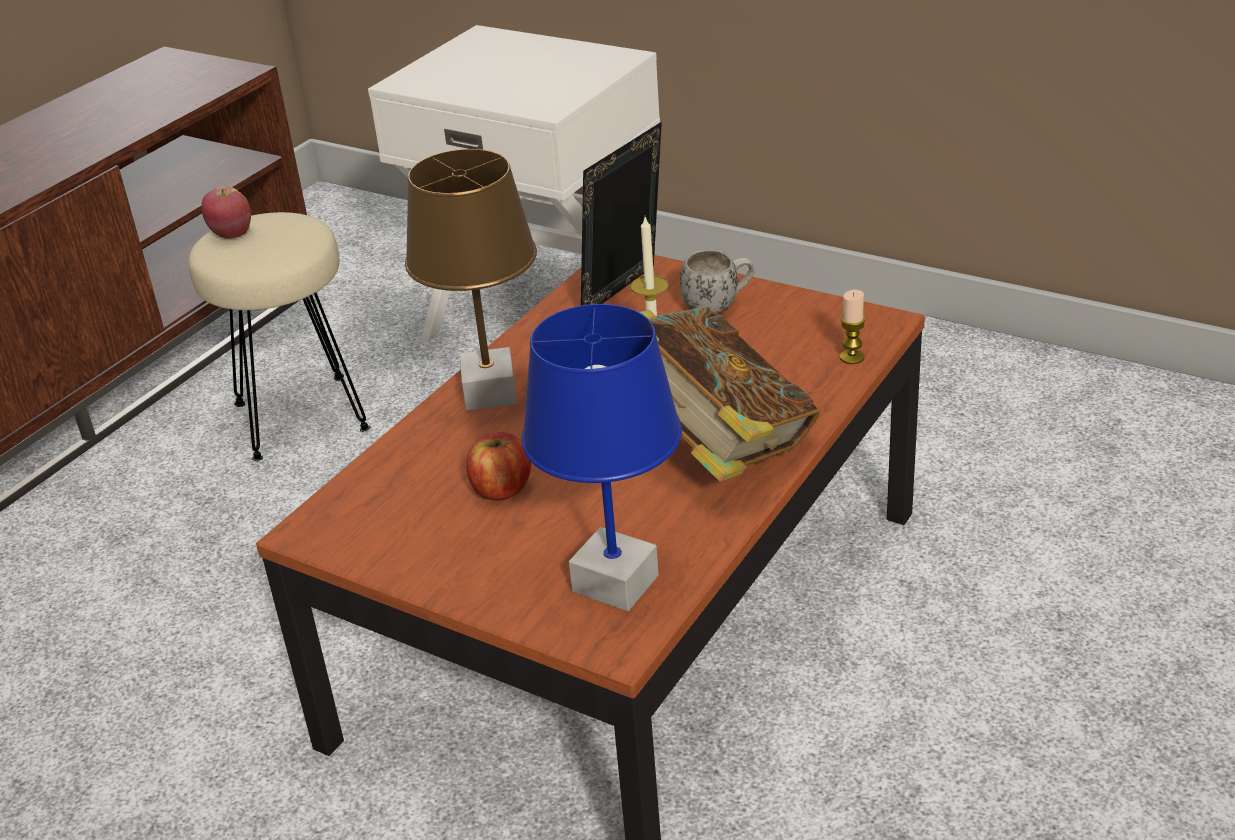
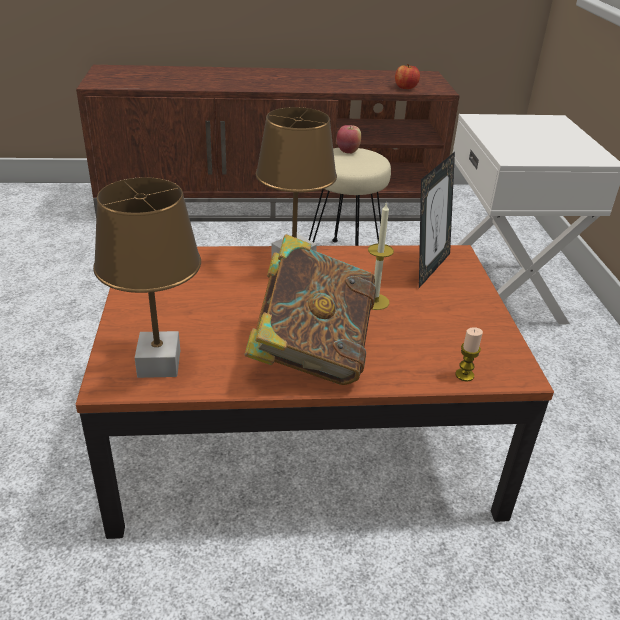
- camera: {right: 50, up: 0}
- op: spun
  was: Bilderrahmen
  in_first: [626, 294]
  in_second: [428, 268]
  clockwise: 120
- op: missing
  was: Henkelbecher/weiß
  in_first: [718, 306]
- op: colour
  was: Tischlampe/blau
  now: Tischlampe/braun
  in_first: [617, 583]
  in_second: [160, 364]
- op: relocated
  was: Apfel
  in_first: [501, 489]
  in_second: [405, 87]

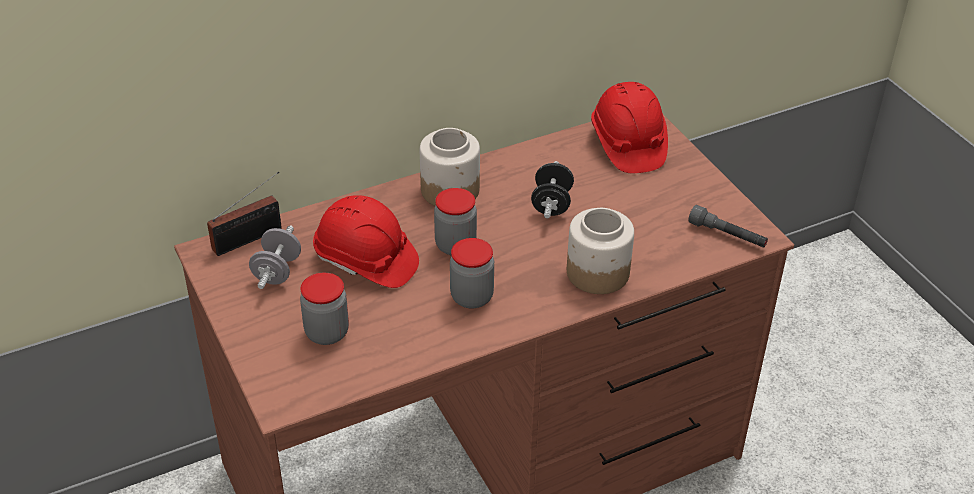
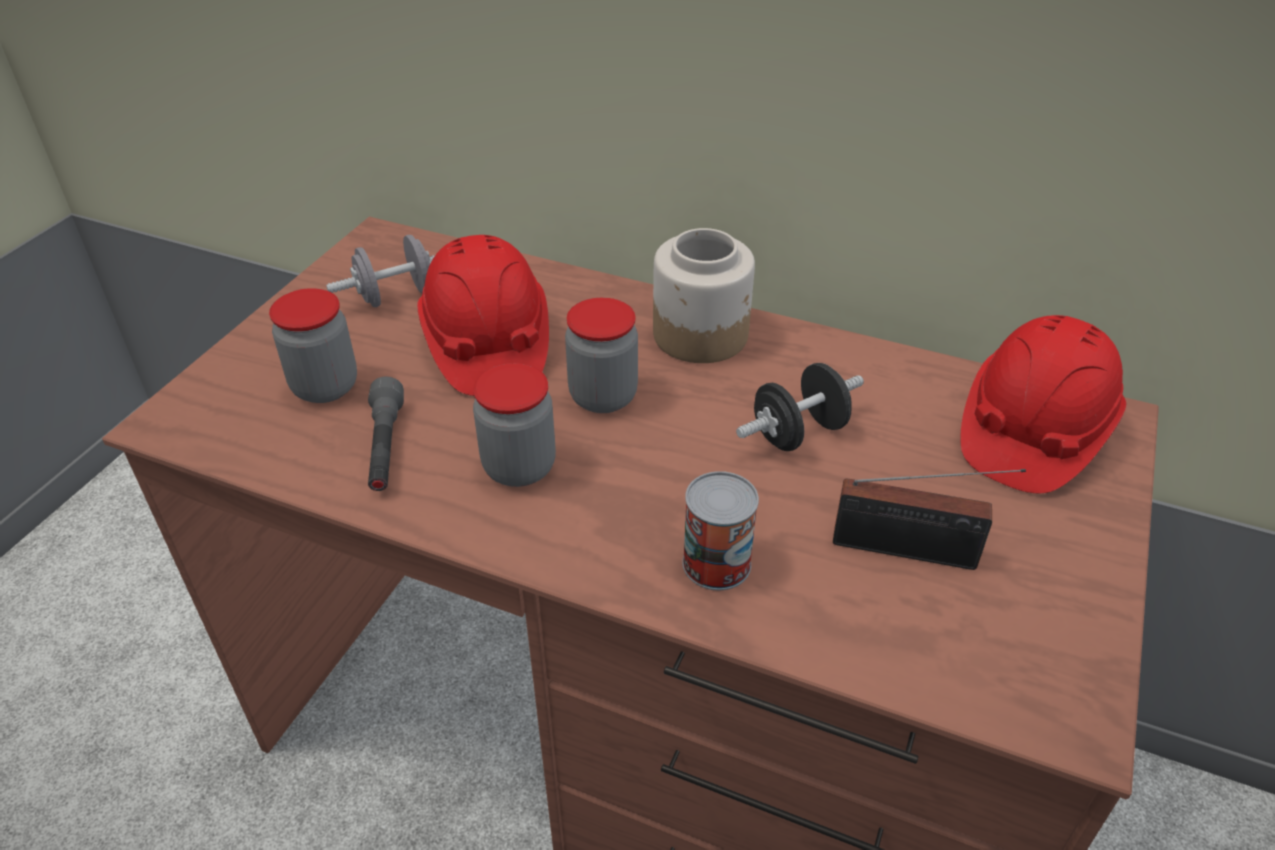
- camera: {right: 50, up: 0}
- op: relocated
  was: Radio
  in_first: [251, 238]
  in_second: [912, 551]
- op: relocated
  was: Taschenlampe/grau
  in_first: [727, 235]
  in_second: [385, 447]
- op: exchanged
  was: Vorratsglas
  now: Dose
  in_first: [597, 273]
  in_second: [716, 563]

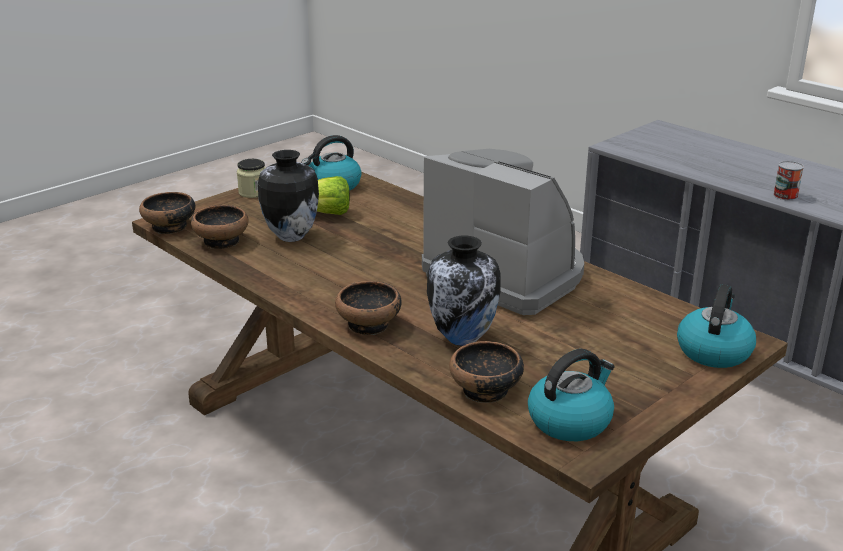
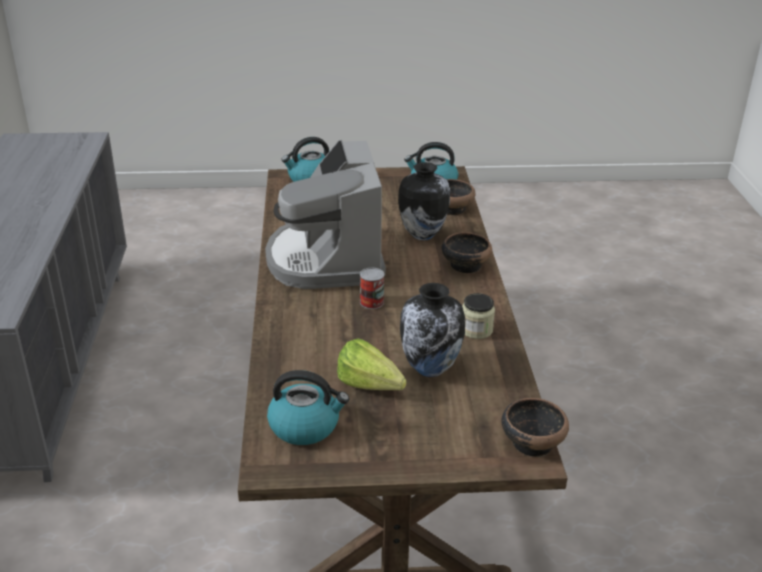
- camera: {right: -140, up: 5}
- op: relocated
  was: Vorratsglas
  in_first: [253, 192]
  in_second: [476, 330]
- op: relocated
  was: Dose
  in_first: [785, 196]
  in_second: [371, 302]
- op: missing
  was: Schüssel
  in_first: [222, 241]

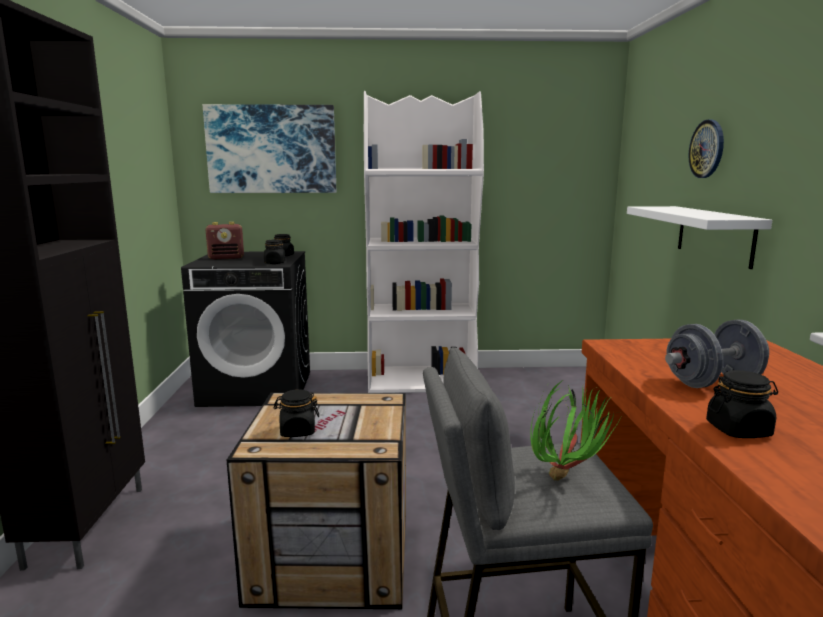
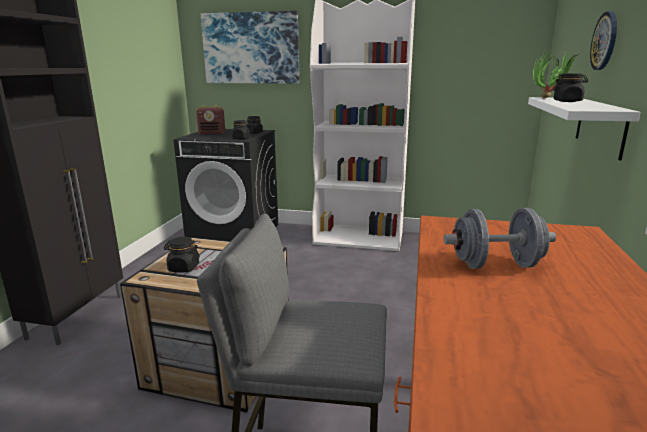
- camera: {right: 15, up: 5}
- op: relocated
  was: Vorratsglas/schwarz
  in_first: [738, 430]
  in_second: [567, 101]
- op: relocated
  was: Topfpflanze
  in_first: [568, 477]
  in_second: [550, 98]

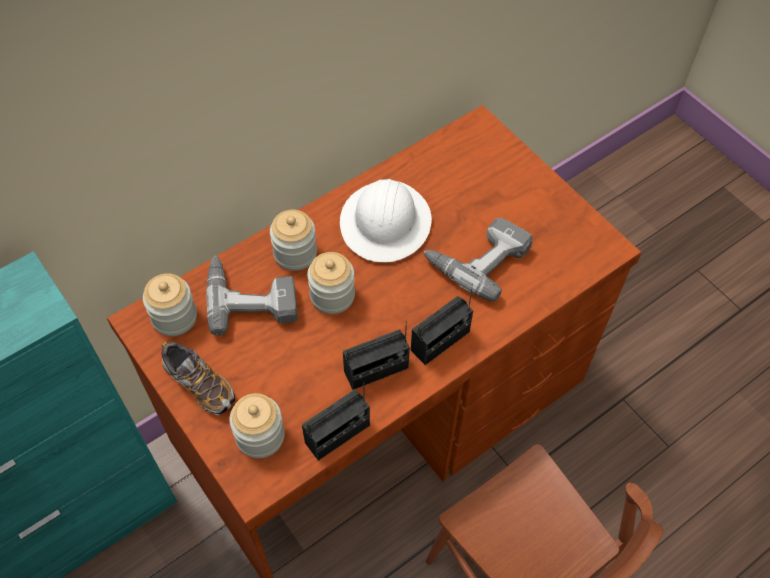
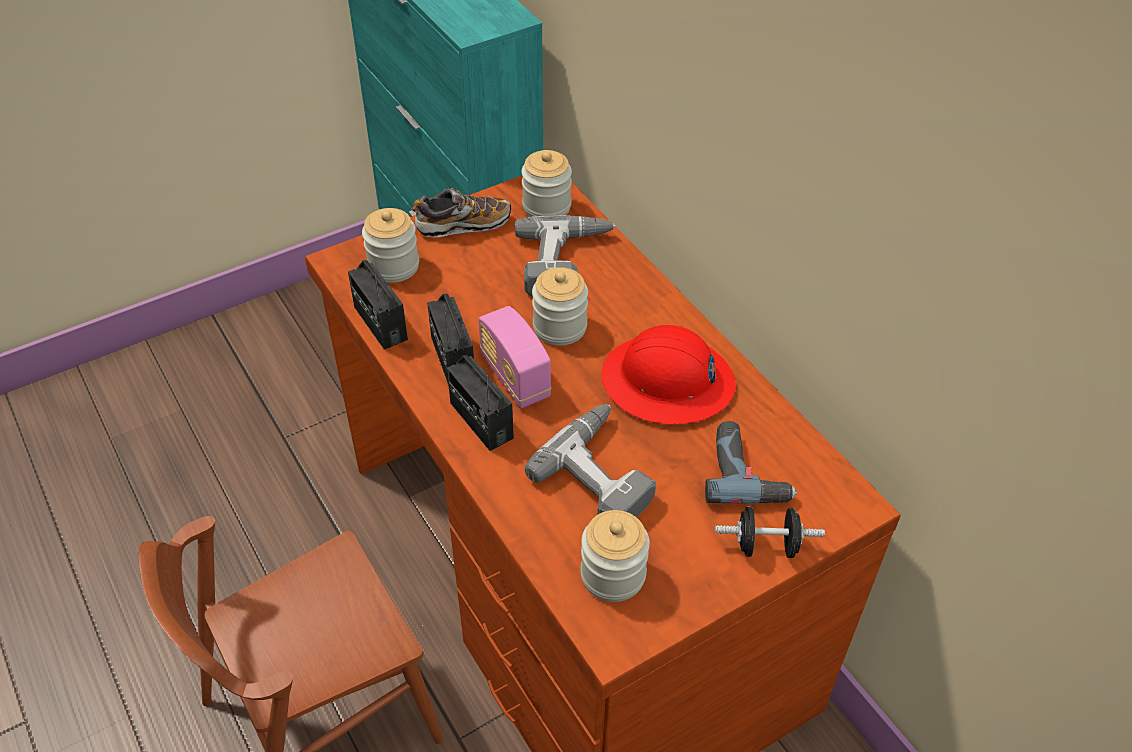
- camera: {right: 95, up: -10}
- op: colour
  was: Schutzhelm/weiß
  now: Schutzhelm/rot
  in_first: [386, 223]
  in_second: [667, 382]
- op: relocated
  was: Vorratsglas
  in_first: [295, 253]
  in_second: [613, 575]
- op: spun
  was: Schuh
  in_first: [199, 384]
  in_second: [463, 225]
  clockwise: -150
- op: appeared
  now: Radio
  in_second: [515, 377]
- op: appeared
  now: Bohrmaschine
  in_second: [746, 471]
- op: appeared
  now: Hantel/schwarz
  in_second: [766, 546]

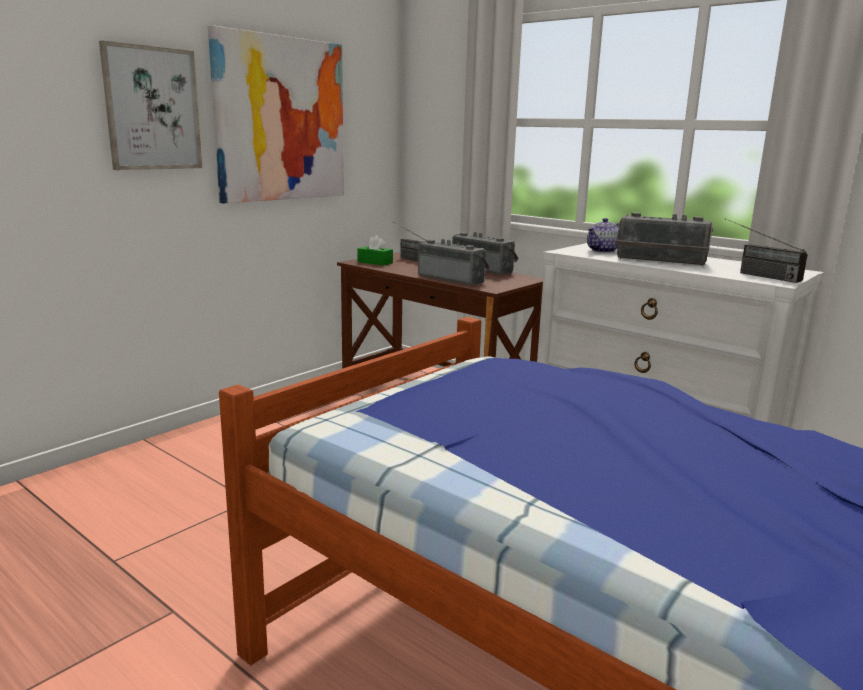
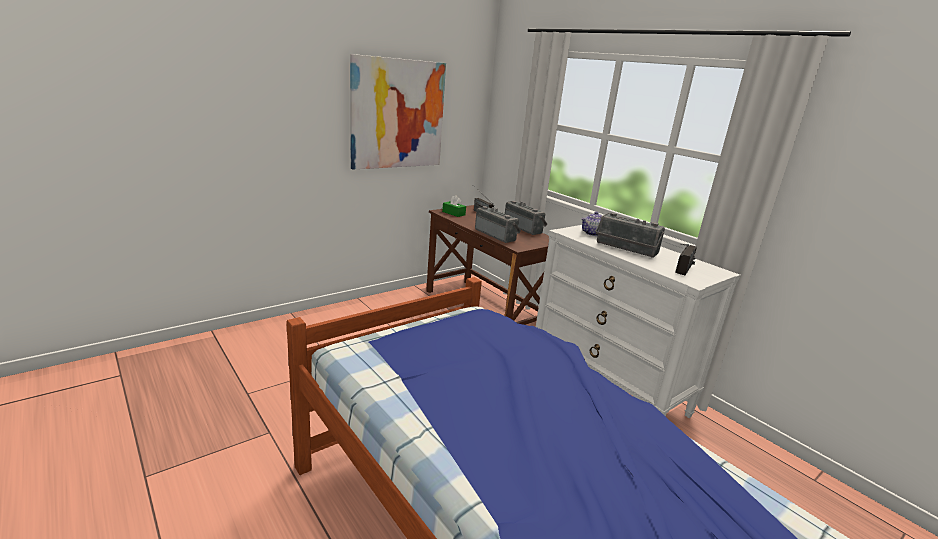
- camera: {right: 10, up: 5}
- op: missing
  was: Bild
  in_first: [152, 109]
- op: spun
  was: Radio
  in_first: [754, 274]
  in_second: [683, 272]
  clockwise: -120

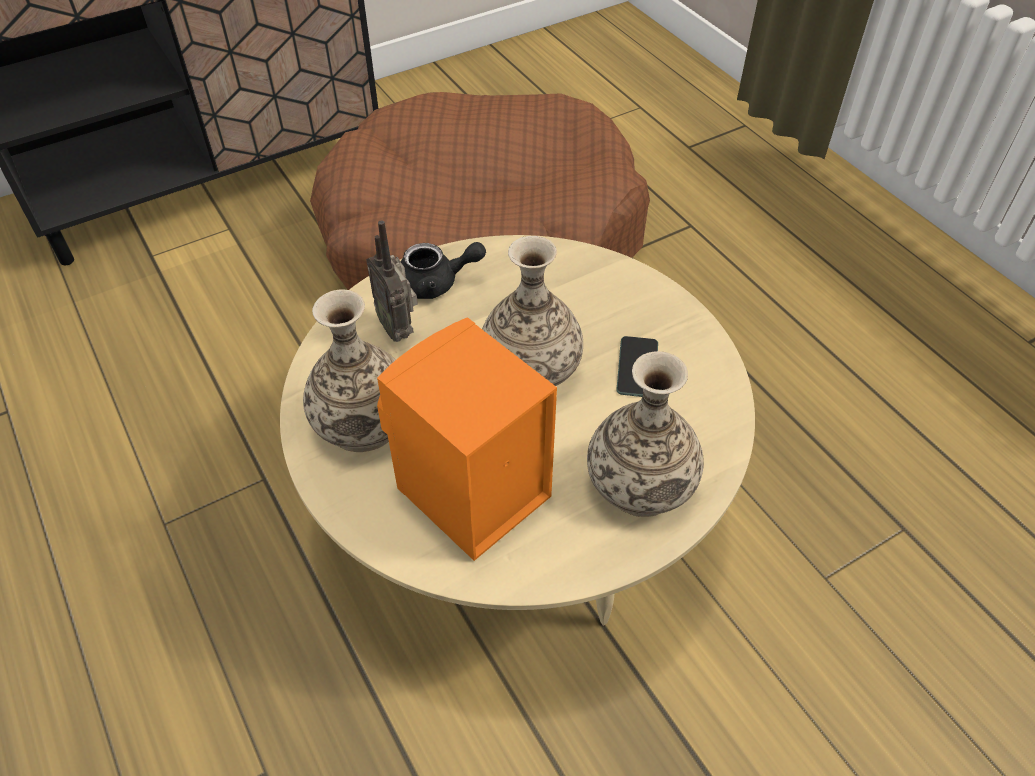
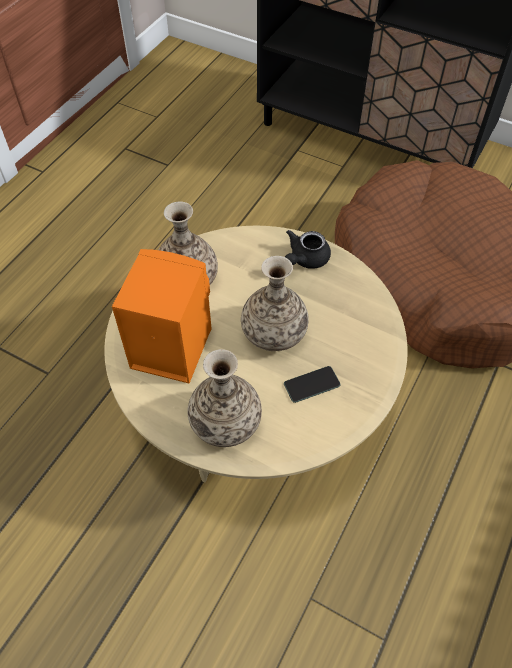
- camera: {right: 60, up: 5}
- op: missing
  was: Radio
  in_first: [398, 328]
- op: spun
  was: Teekanne/schwarz
  in_first: [436, 283]
  in_second: [305, 259]
  clockwise: 75

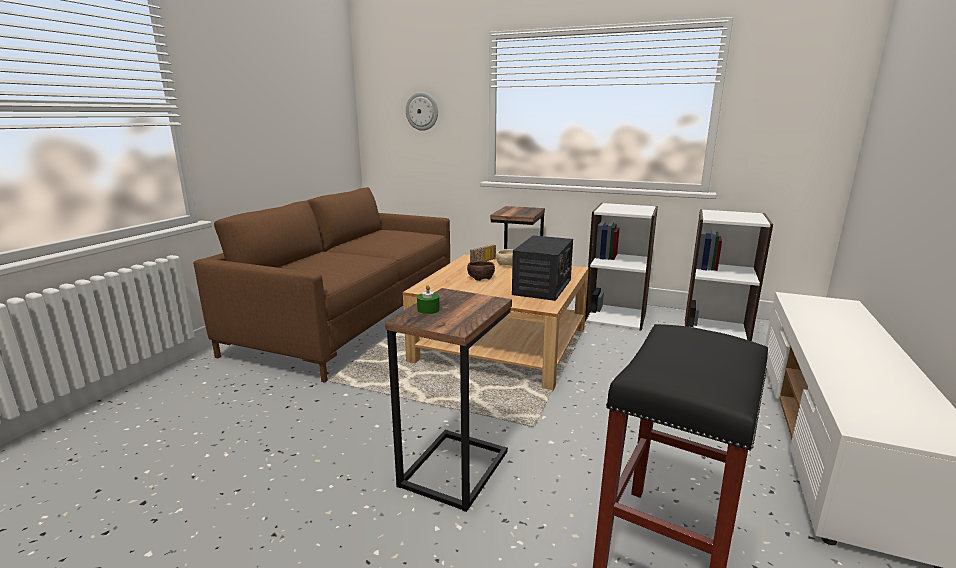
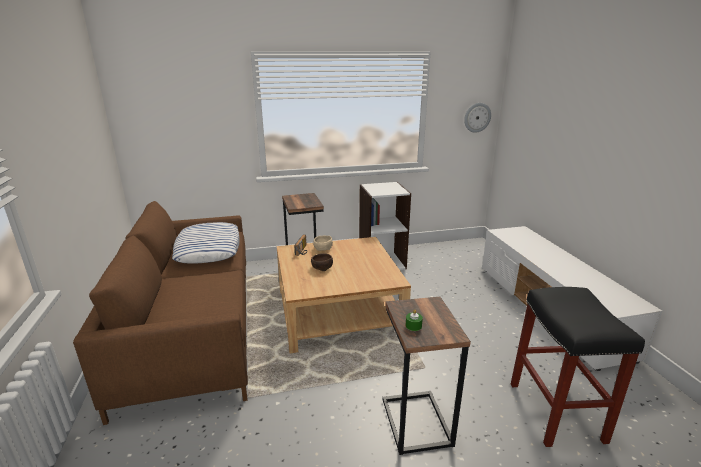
- camera: {right: -35, up: 5}
- op: relocated
  was: Wanduhr
  in_first: [422, 111]
  in_second: [477, 117]
- op: missing
  was: Bücherregal/weiß
  in_first: [715, 331]
- op: missing
  was: Radio
  in_first: [542, 287]
- op: appeared
  now: Kissen
  in_second: [208, 248]

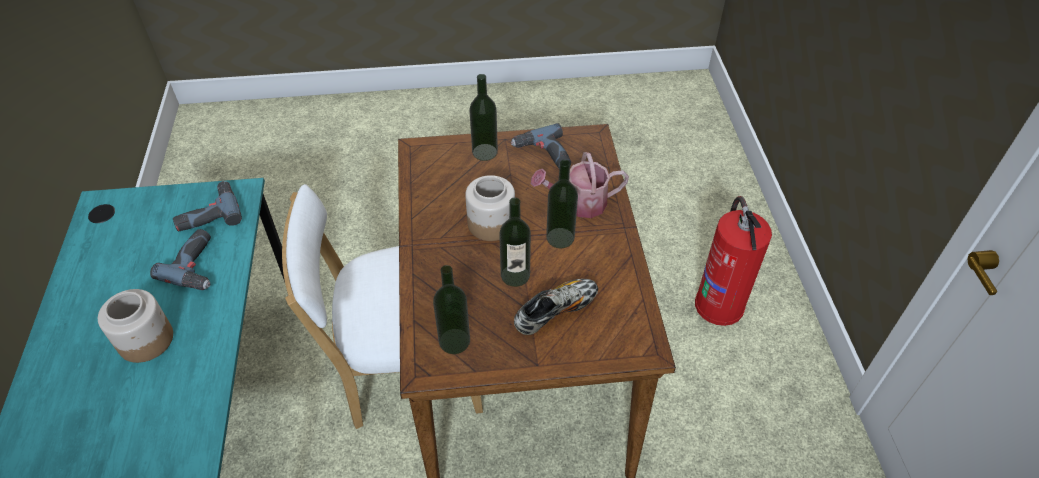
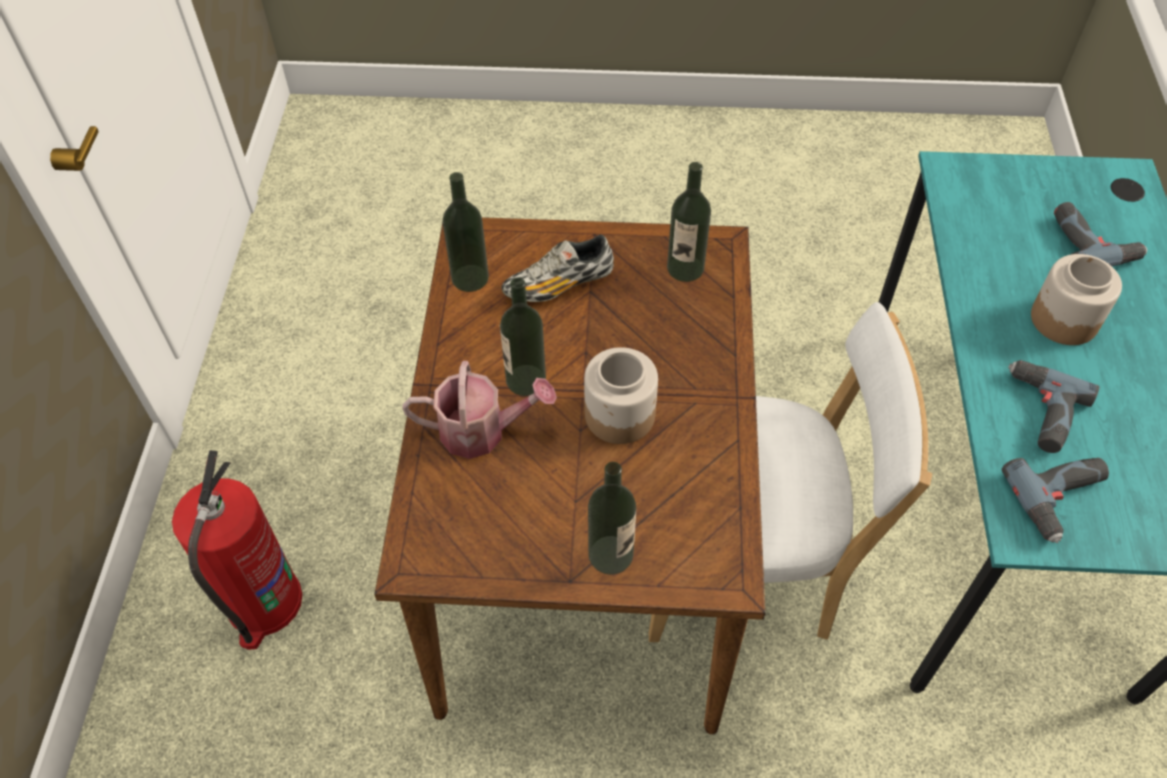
- camera: {right: -170, up: 5}
- op: relocated
  was: Bohrmaschine
  in_first: [543, 155]
  in_second: [1091, 242]
- op: relocated
  was: Flasche
  in_first: [515, 275]
  in_second: [470, 278]

